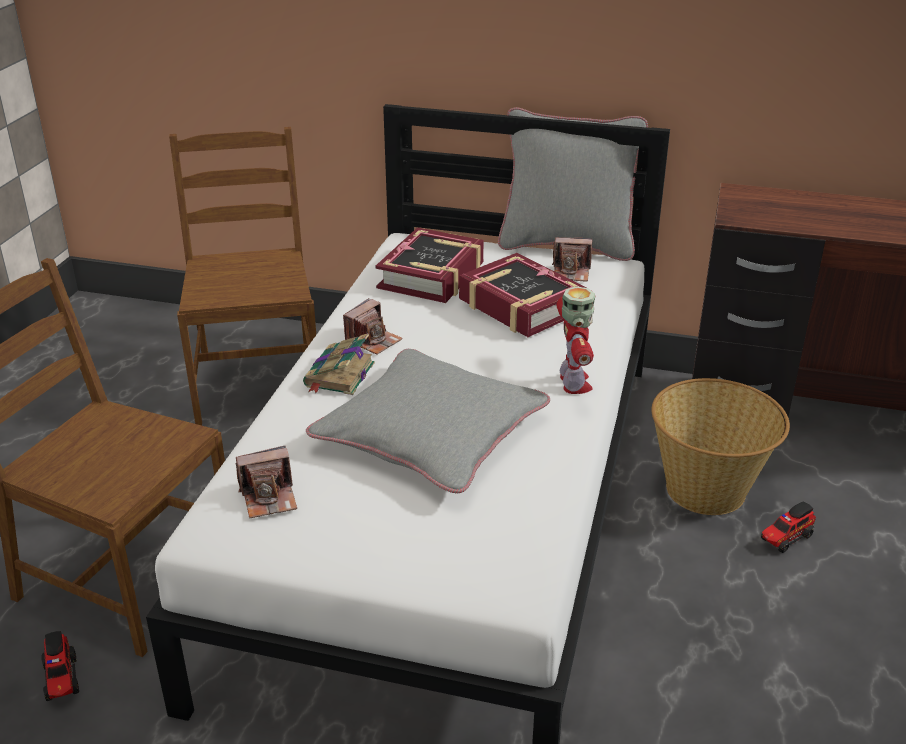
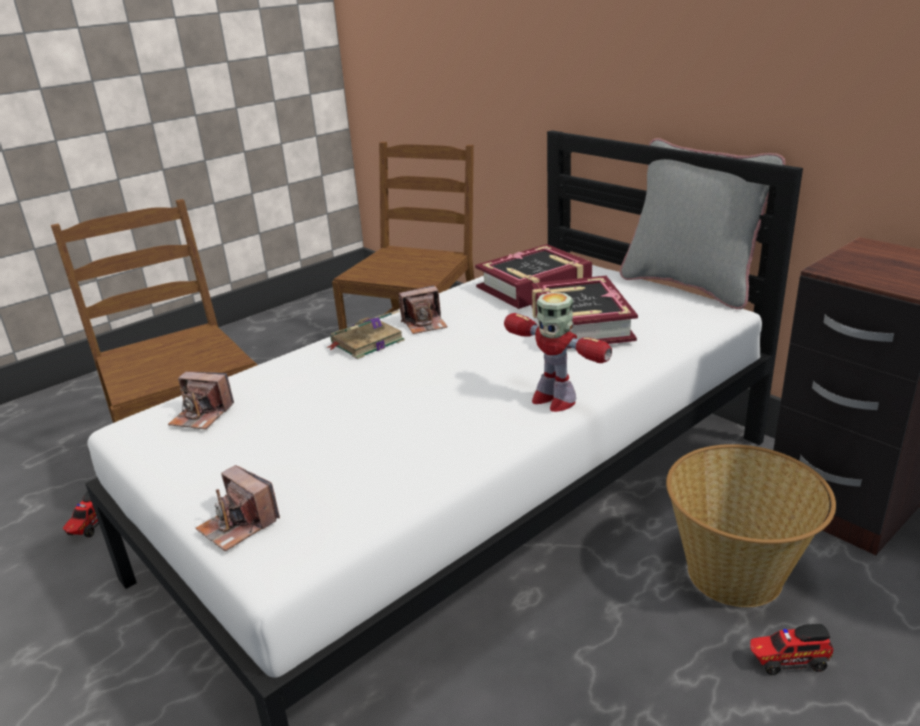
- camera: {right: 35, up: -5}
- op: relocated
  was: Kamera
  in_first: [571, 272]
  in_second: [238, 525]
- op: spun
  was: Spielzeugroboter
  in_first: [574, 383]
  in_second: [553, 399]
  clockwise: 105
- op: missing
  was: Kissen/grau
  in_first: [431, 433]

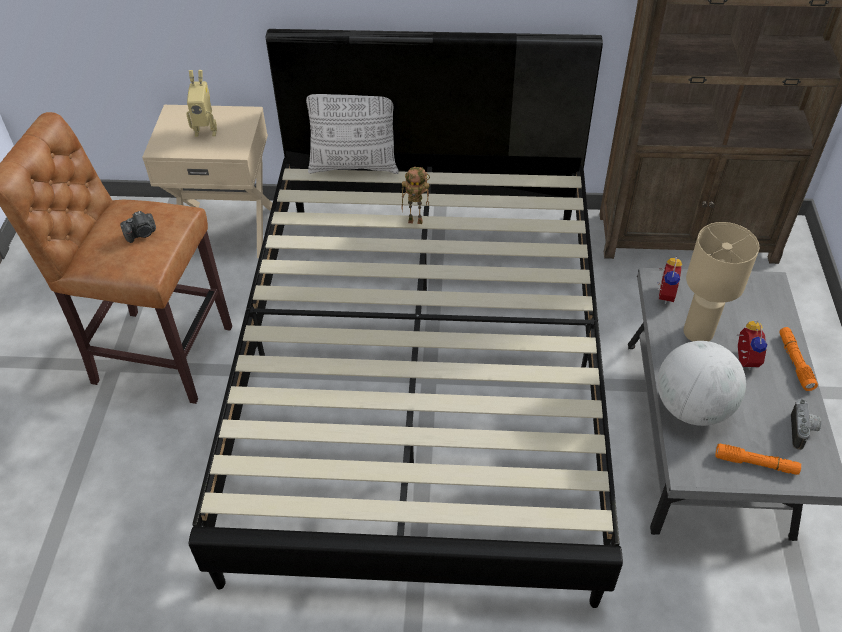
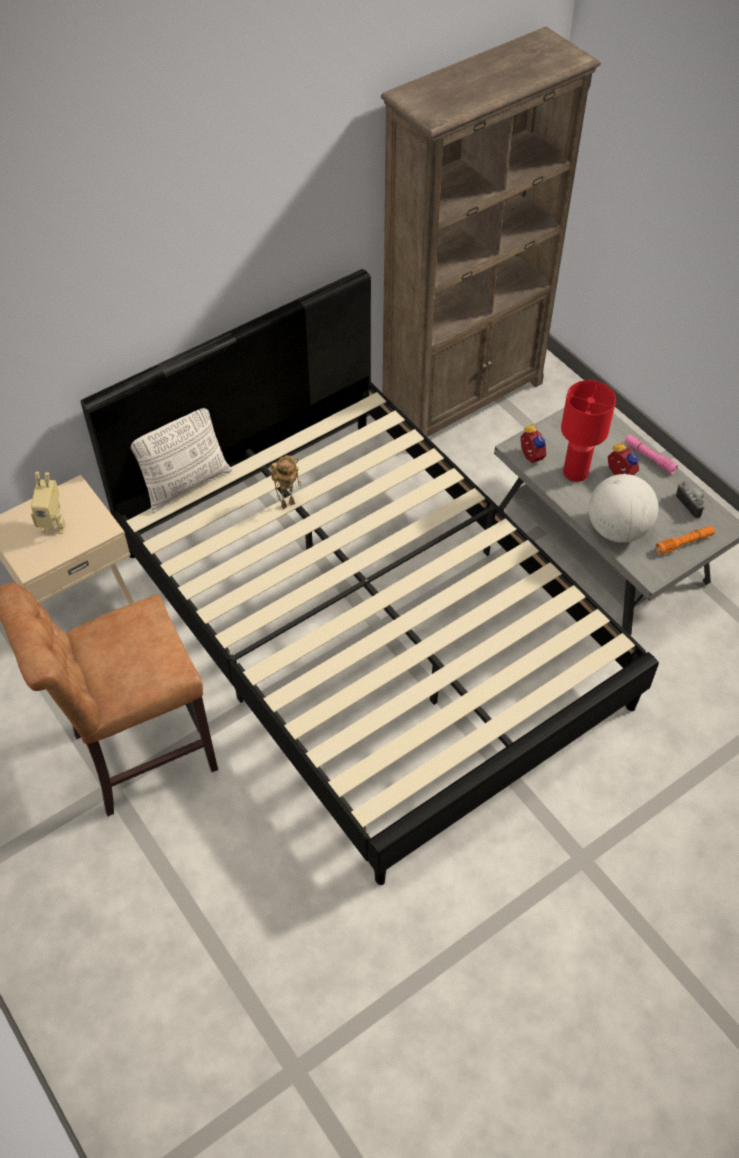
- camera: {right: -40, up: 5}
- op: spun
  was: Spielzeugroboter
  in_first: [206, 130]
  in_second: [54, 524]
  clockwise: 45
- op: missing
  was: Kamera
  in_first: [142, 234]
- op: colour
  was: Tischlampe/beige
  now: Tischlampe/rot
  in_first: [699, 333]
  in_second: [576, 472]
- op: colour
  was: Taschenlampe/orange
  now: Taschenlampe/rosa
  in_first: [795, 362]
  in_second: [649, 457]

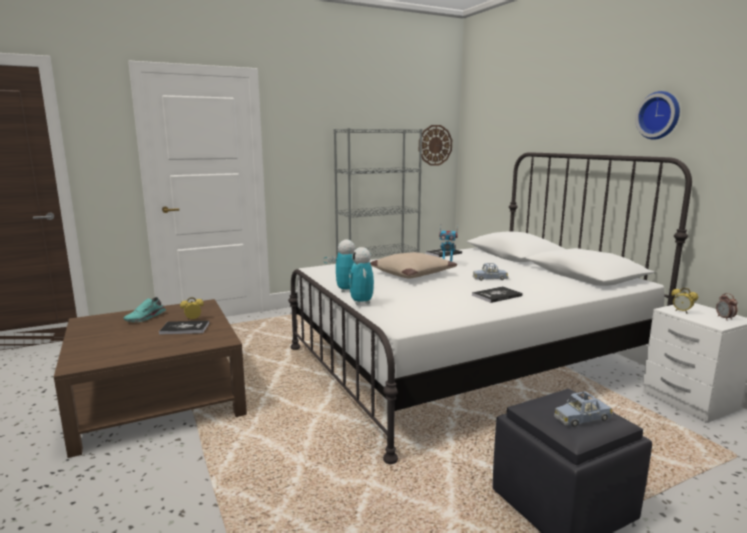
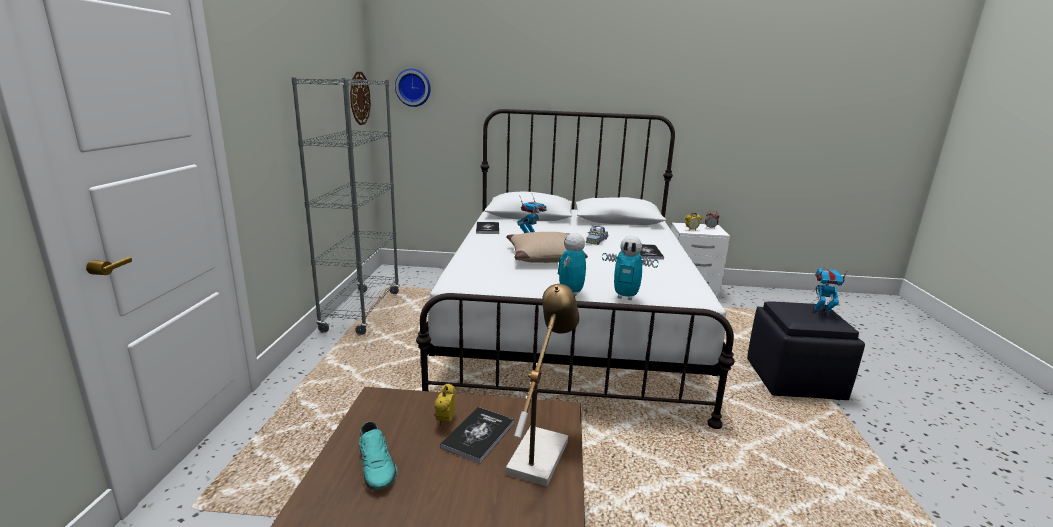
- camera: {right: -60, up: 5}
- op: relocated
  was: Wanduhr
  in_first: [659, 115]
  in_second: [413, 87]
- op: exchanged
  was: Spielzeugauto/blau
  now: Spielzeugroboter
  in_first: [582, 418]
  in_second: [820, 313]
- op: appeared
  now: Tischlampe
  in_second: [540, 450]

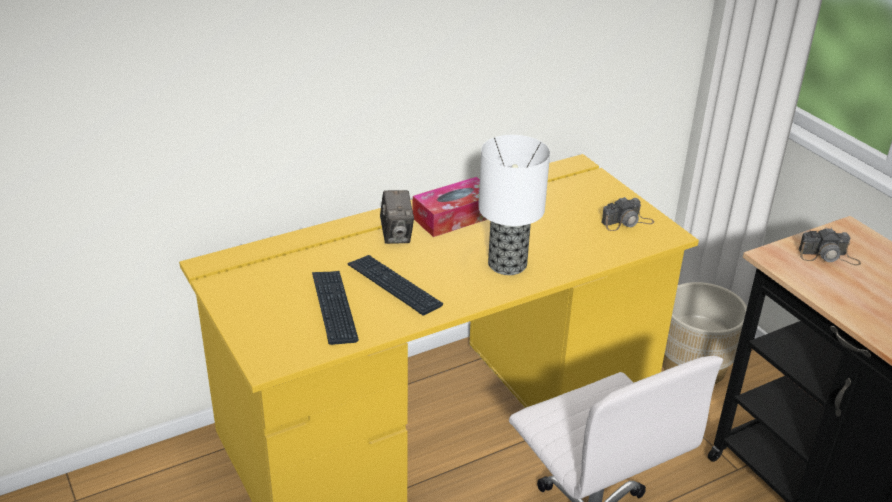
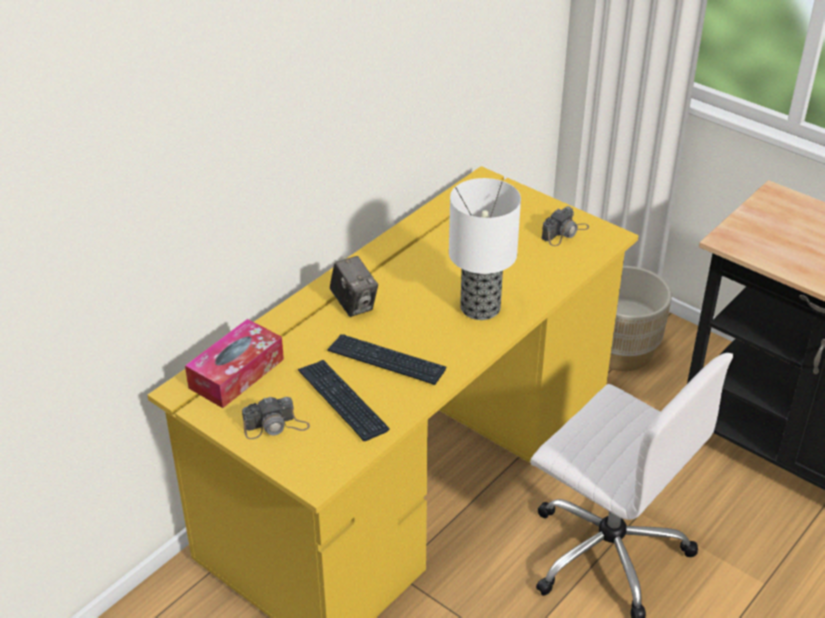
- camera: {right: -20, up: 5}
- op: relocated
  was: Taschentuchbox
  in_first: [455, 217]
  in_second: [236, 373]
- op: relocated
  was: Kamera
  in_first: [828, 256]
  in_second: [276, 426]

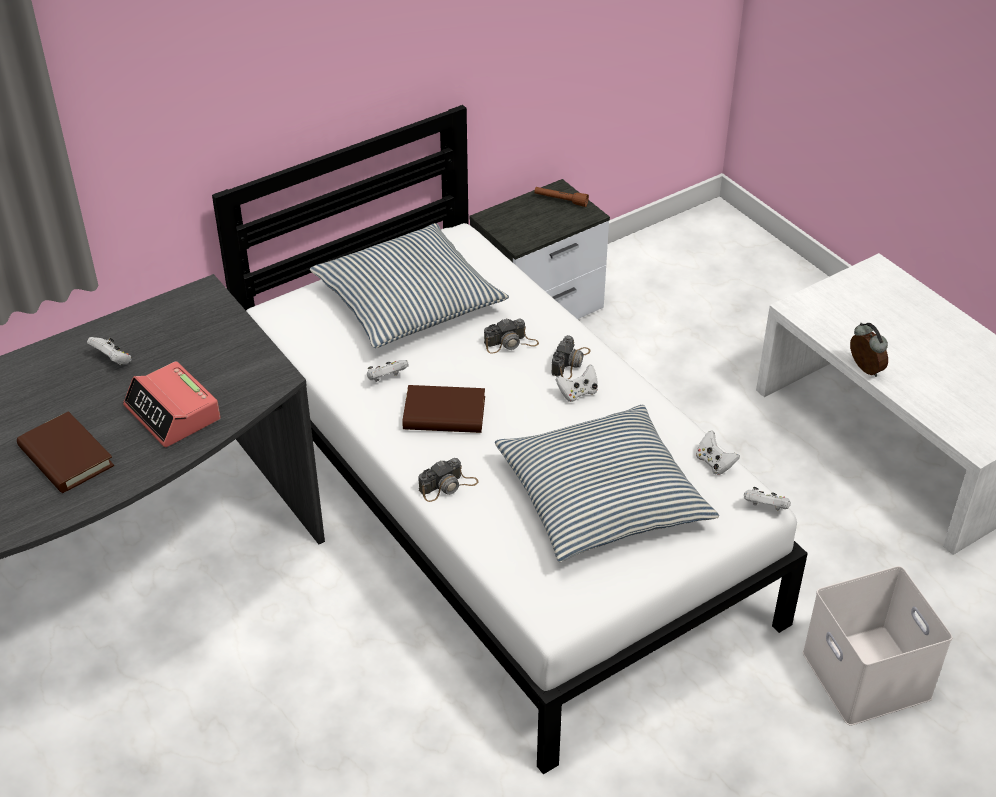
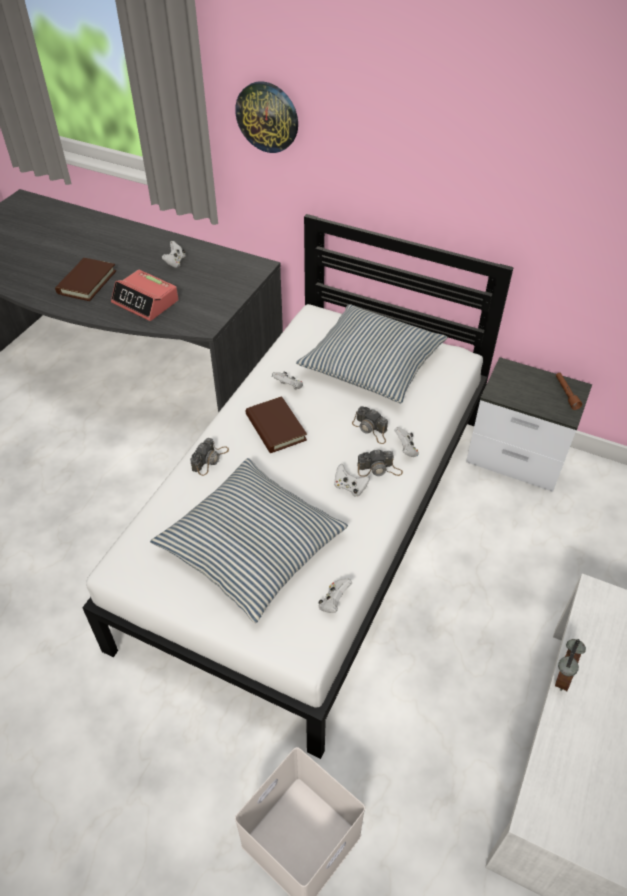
- camera: {right: 60, up: 5}
- op: spun
  was: Wecker
  in_first: [173, 413]
  in_second: [146, 302]
  clockwise: -75
- op: spun
  was: Kamera
  in_first: [448, 486]
  in_second: [210, 459]
  clockwise: -90
- op: relocated
  was: Gamepad/weiß
  in_first: [765, 508]
  in_second: [406, 449]
- op: appeared
  now: Wanduhr
  in_second: [267, 117]

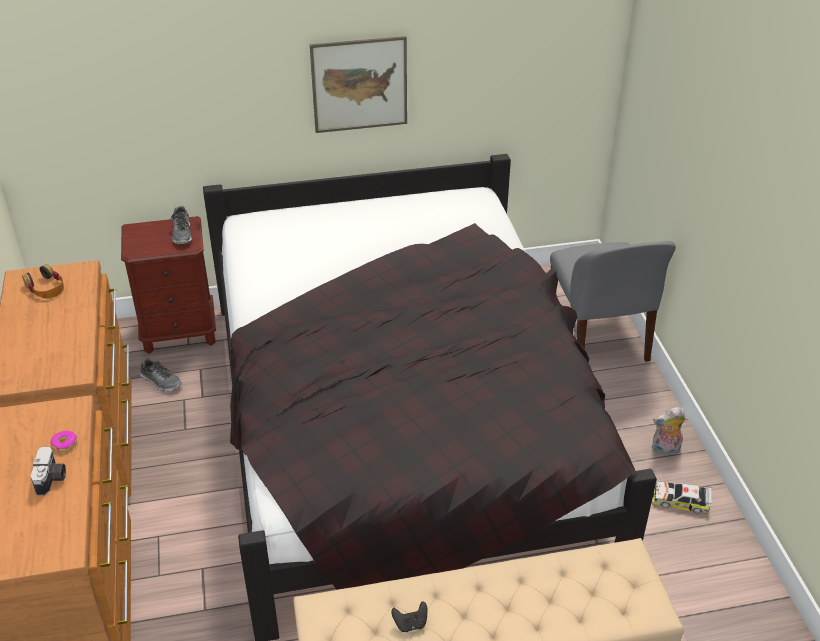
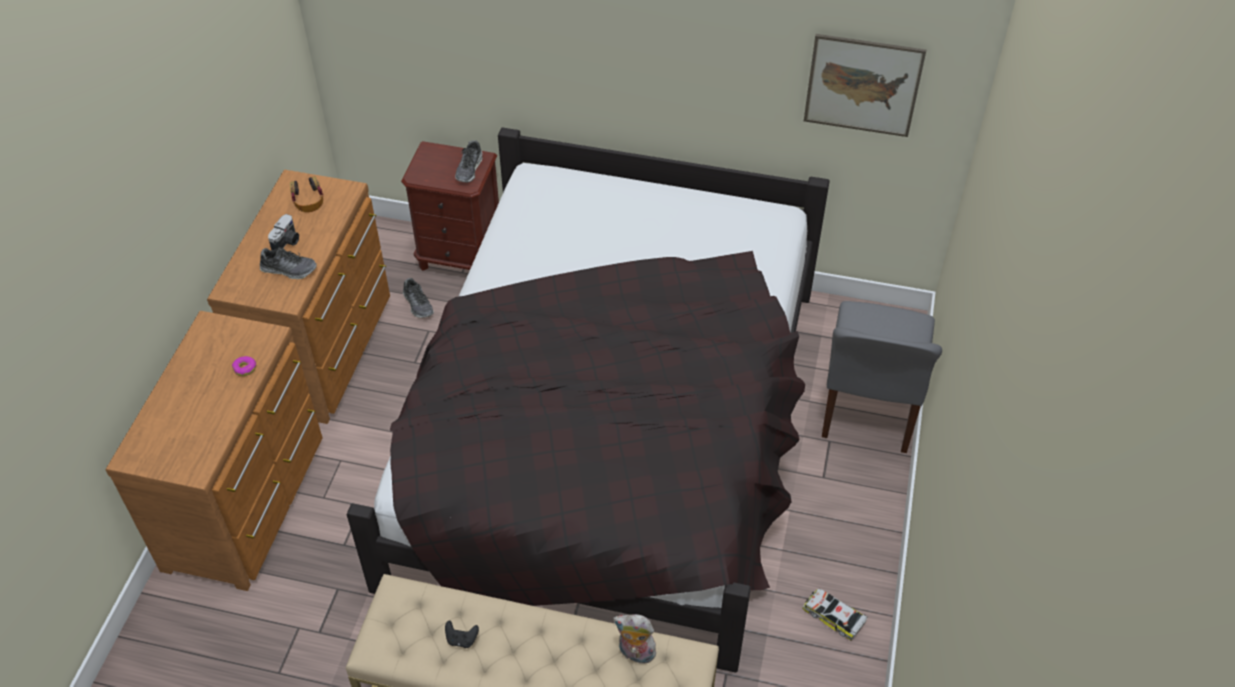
- camera: {right: 25, up: 10}
- op: relocated
  was: Bild
  in_first: [359, 84]
  in_second: [863, 85]
- op: relocated
  was: Plüschtier
  in_first: [665, 450]
  in_second: [635, 653]
- op: relocated
  was: Kamera
  in_first: [52, 479]
  in_second: [287, 241]
- op: appeared
  now: Schuh
  in_second: [289, 269]

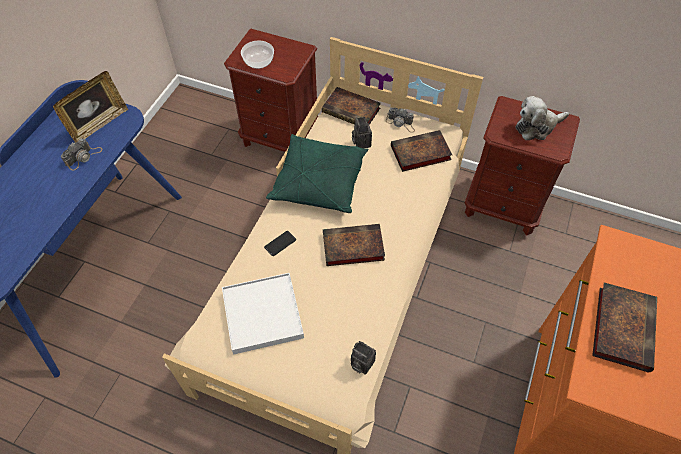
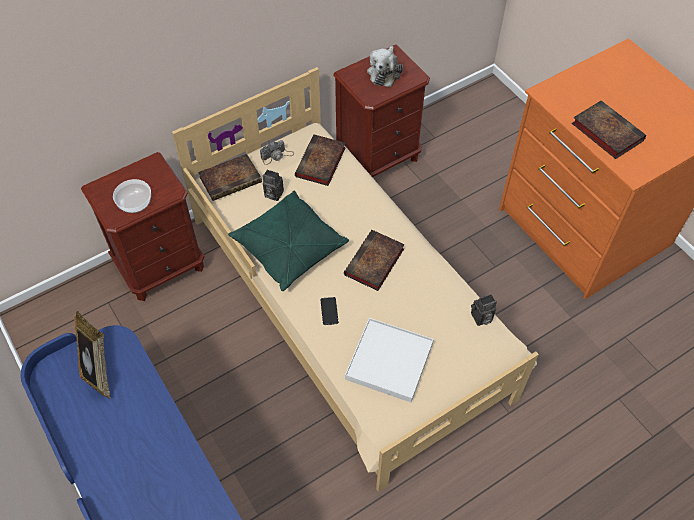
- camera: {right: -55, up: 0}
- op: missing
  was: Kamera
  in_first: [83, 157]

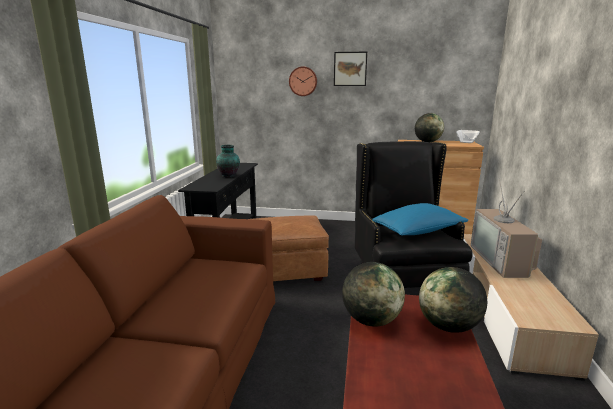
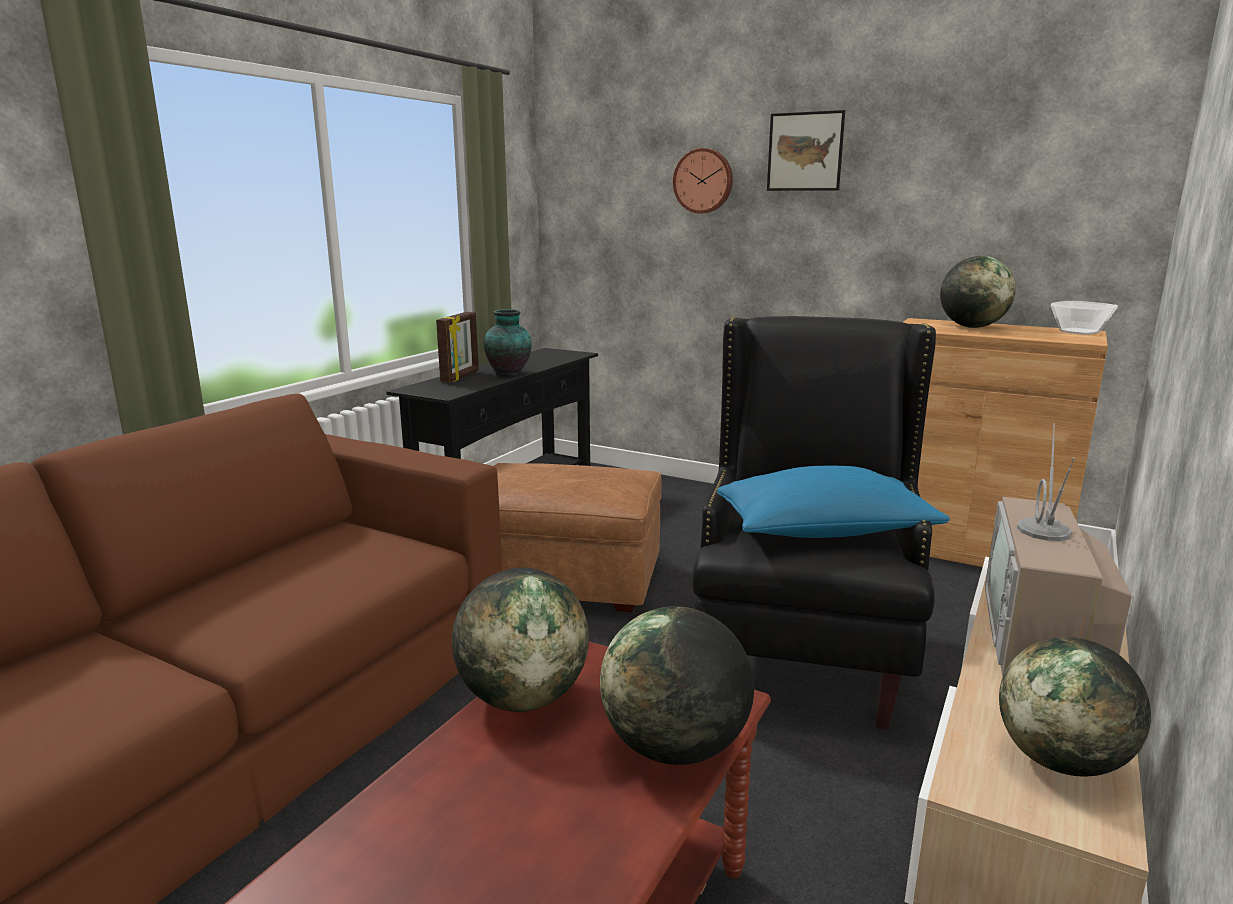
- camera: {right: 20, up: 0}
- op: appeared
  now: Bilderrahmen
  in_second: [461, 377]
- op: appeared
  now: Globus
  in_second: [1060, 761]

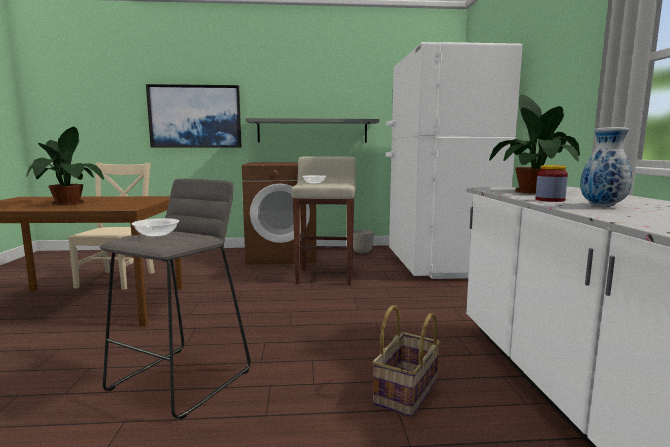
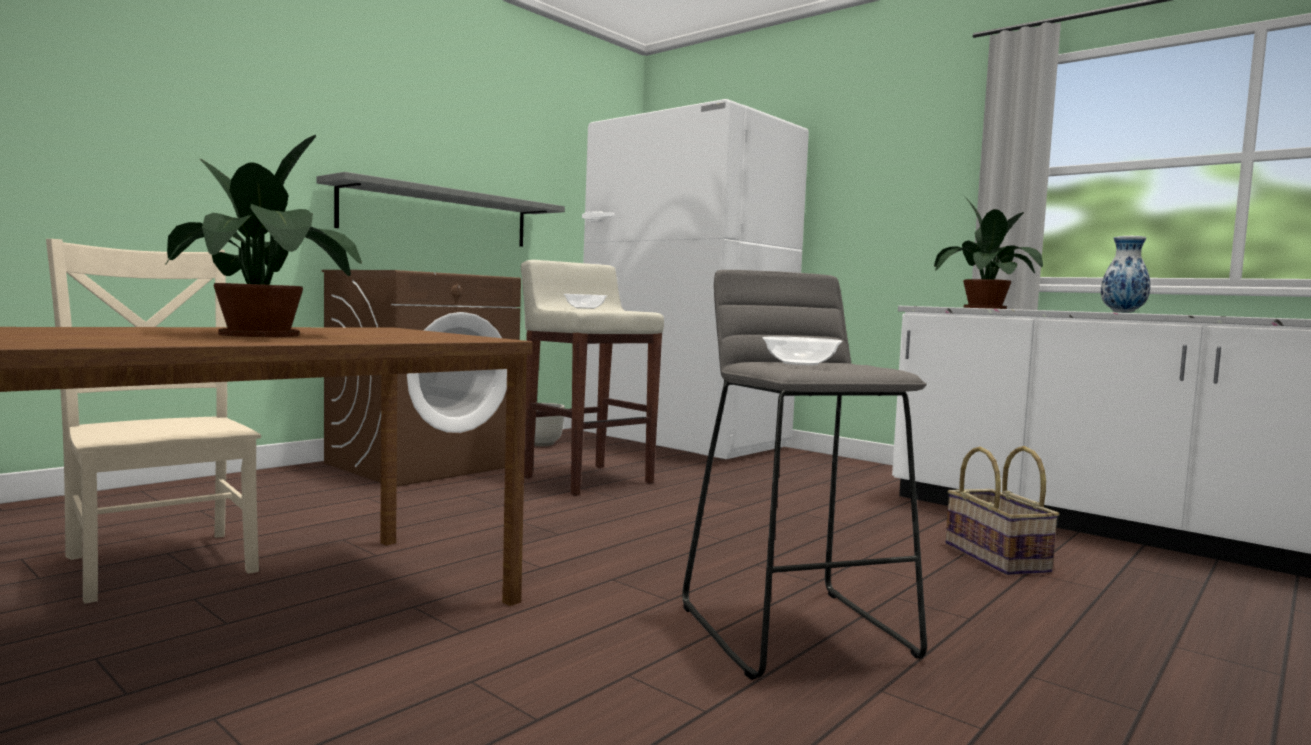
- camera: {right: -45, up: -5}
- op: missing
  was: Bild
  in_first: [195, 116]
- op: missing
  was: Vorratsglas
  in_first: [550, 200]

